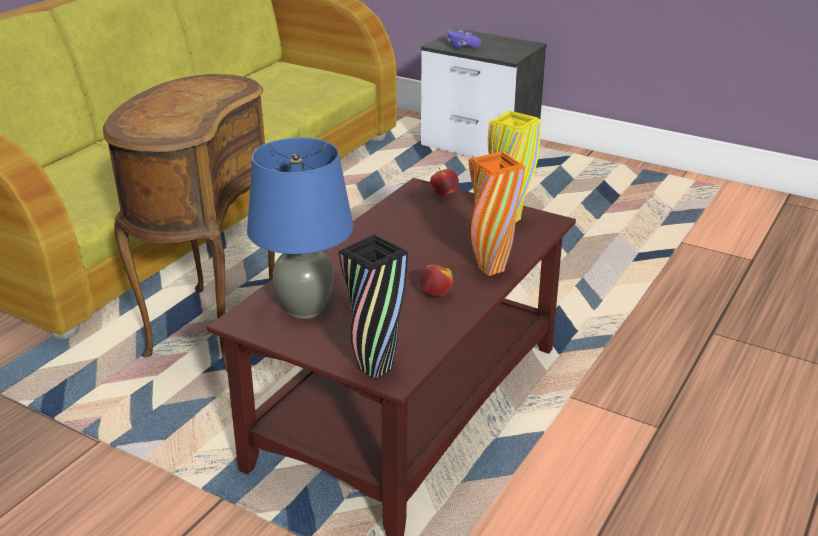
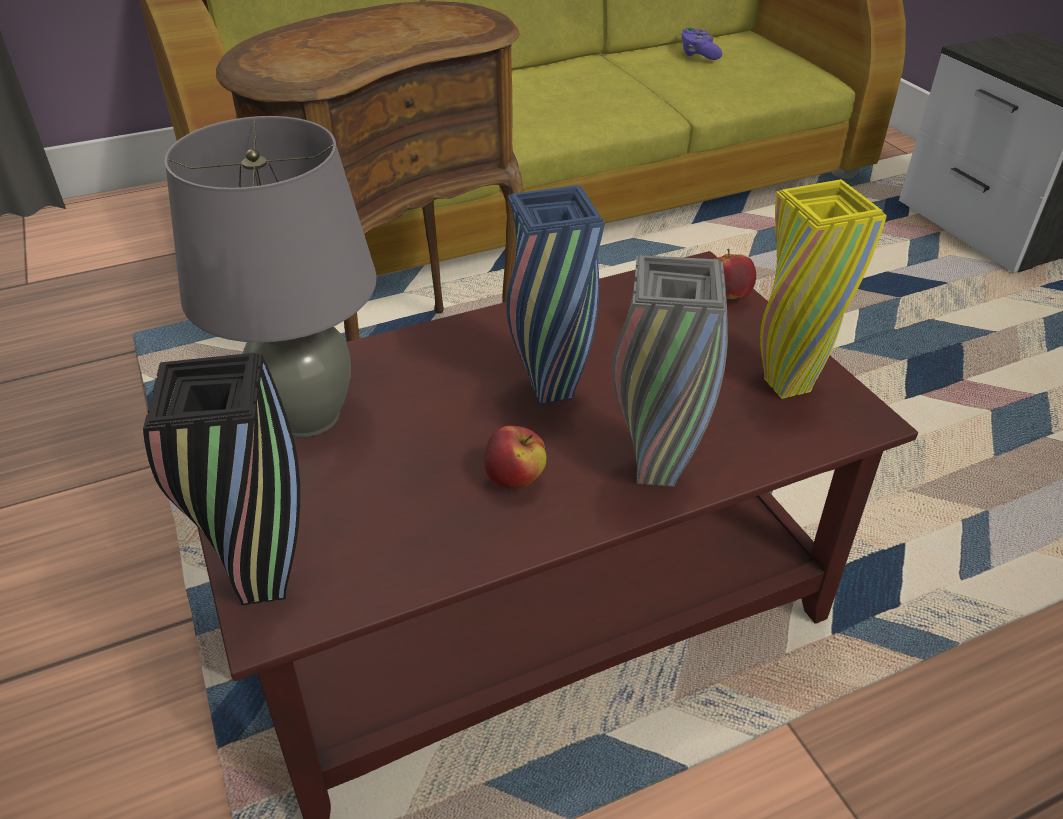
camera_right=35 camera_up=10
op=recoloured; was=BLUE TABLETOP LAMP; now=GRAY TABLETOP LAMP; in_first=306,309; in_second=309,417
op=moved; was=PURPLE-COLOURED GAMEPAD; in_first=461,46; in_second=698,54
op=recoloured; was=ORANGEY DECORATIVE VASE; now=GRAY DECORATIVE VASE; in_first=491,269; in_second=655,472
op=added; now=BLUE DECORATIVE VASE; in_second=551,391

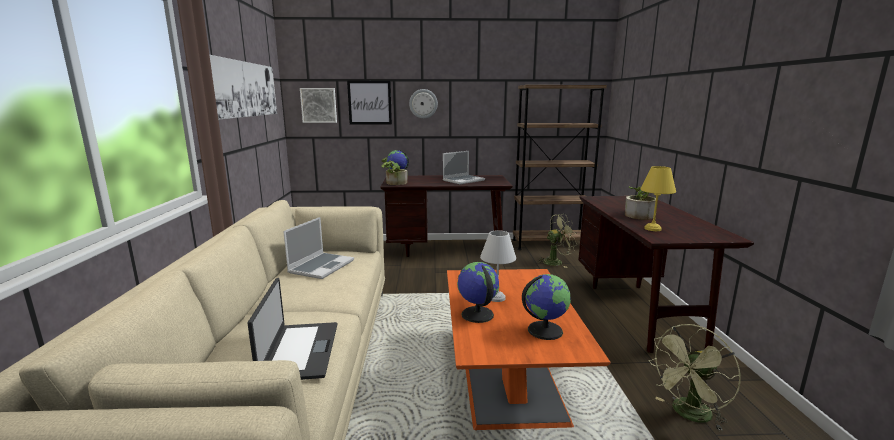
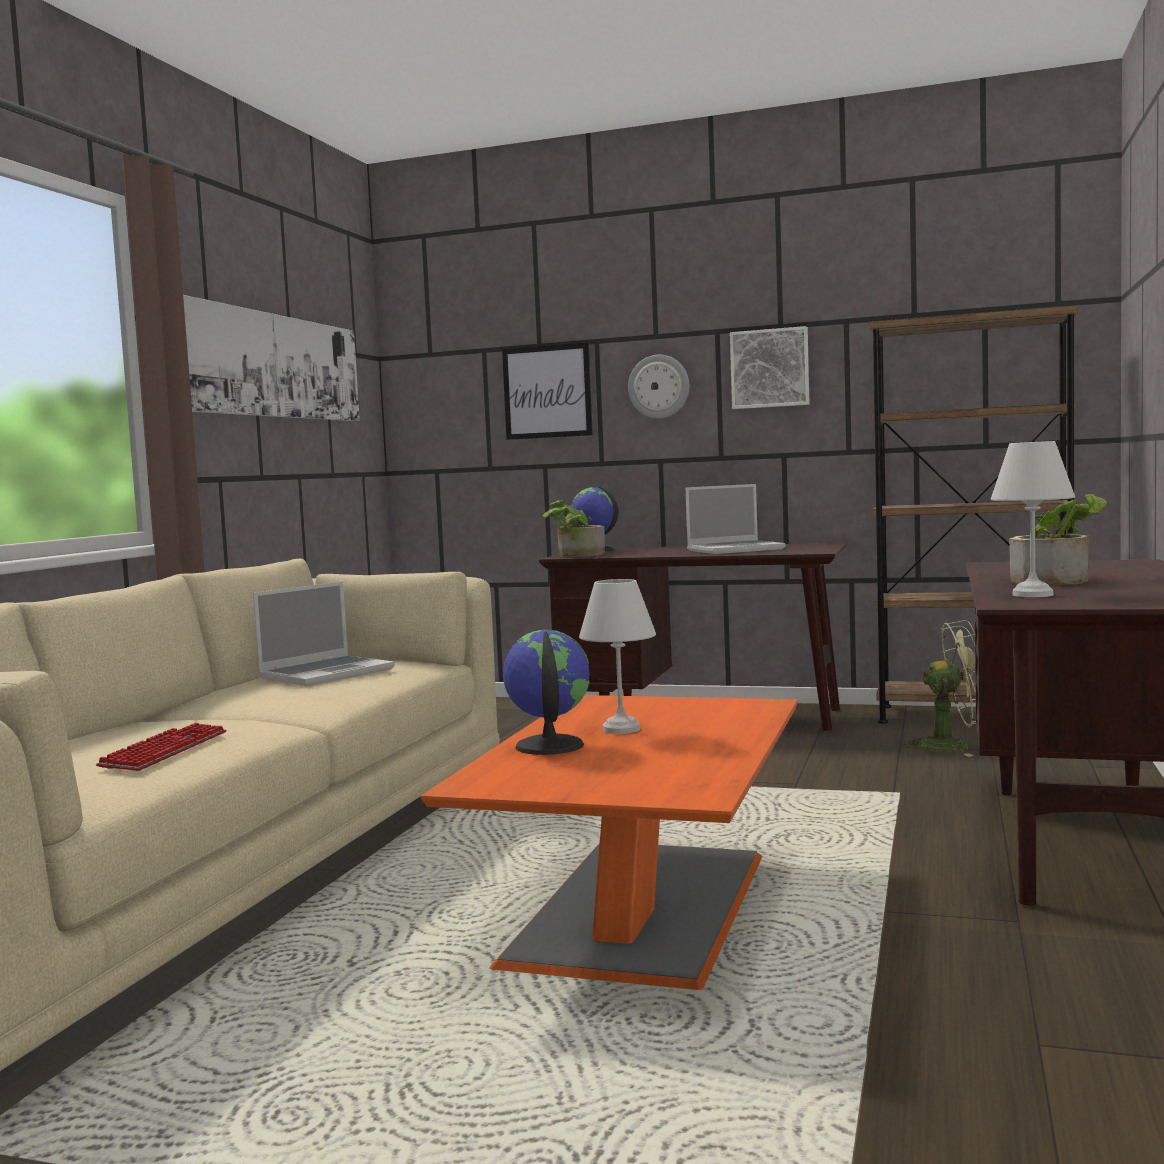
camera_right=20 camera_up=-10
op=replaced; was=LAPTOP; now=KEYBOARD; in_first=299,351; in_second=165,750
op=moved; was=WALL ART; in_first=319,105; in_second=770,368
op=removed; was=WORLD GLOBE; in_first=544,330
op=recoloured; was=YELLOWISH TABLETOP LAMP; now=WHITE TABLETOP LAMP; in_first=652,229; in_second=1030,595
op=removed; was=GREEN COOLING FAN; in_first=688,415

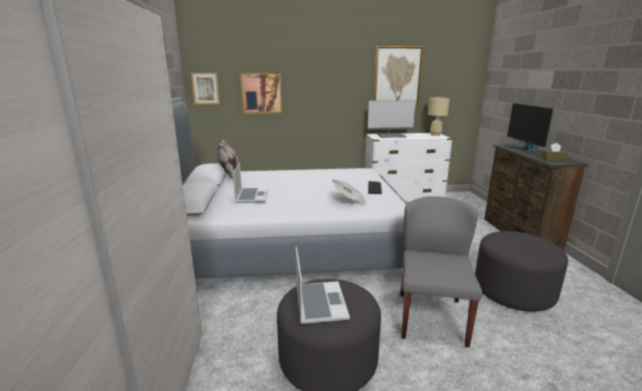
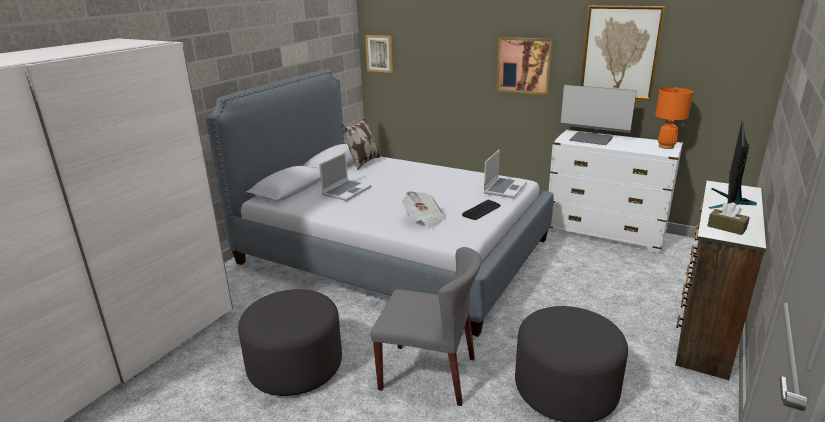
camera_right=35 camera_up=5
op=moved; was=WALL ART; in_first=261,93; in_second=524,65
op=moved; was=LAPTOP; in_first=319,303; in_second=504,188
op=turned; was=GRAY CHAIR; in_first=431,317; in_second=429,373; clockwise=60
op=recoloured; was=BEIGE TABLETOP LAMP; now=ORANGEY TABLETOP LAMP; in_first=435,135; in_second=666,146

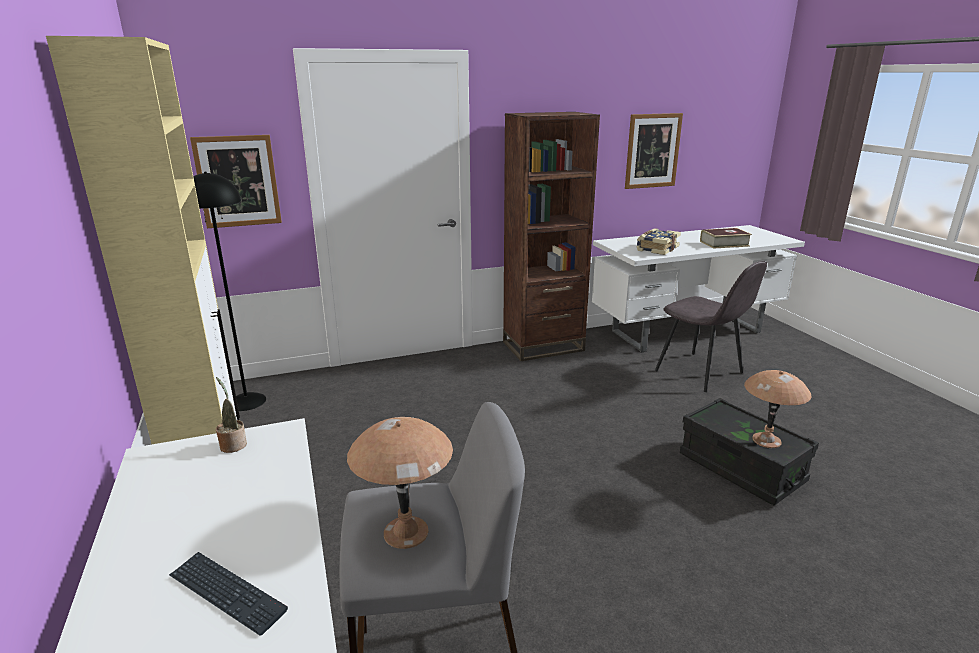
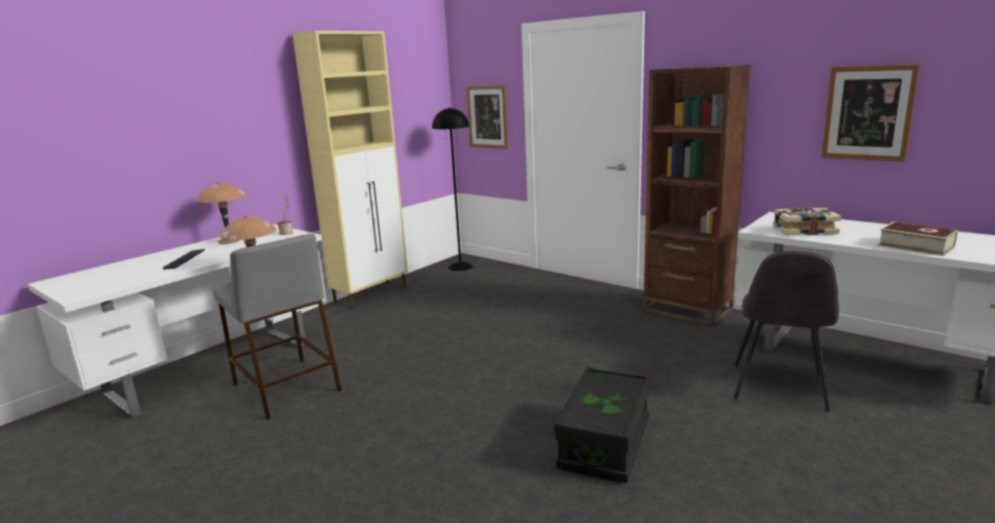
camera_right=60 camera_up=-5
op=moved; was=BROWNISH TABLETOP LAMP; in_first=767,441; in_second=229,241

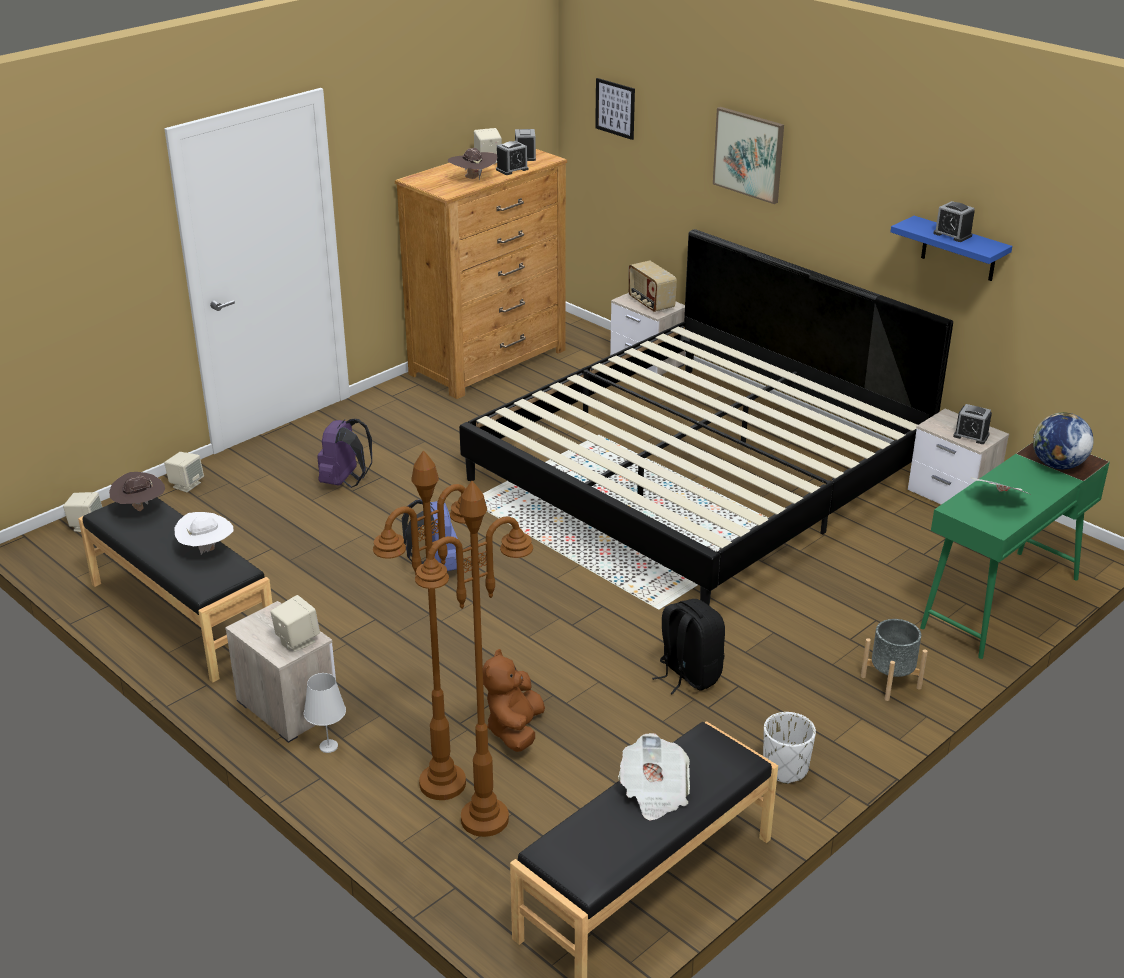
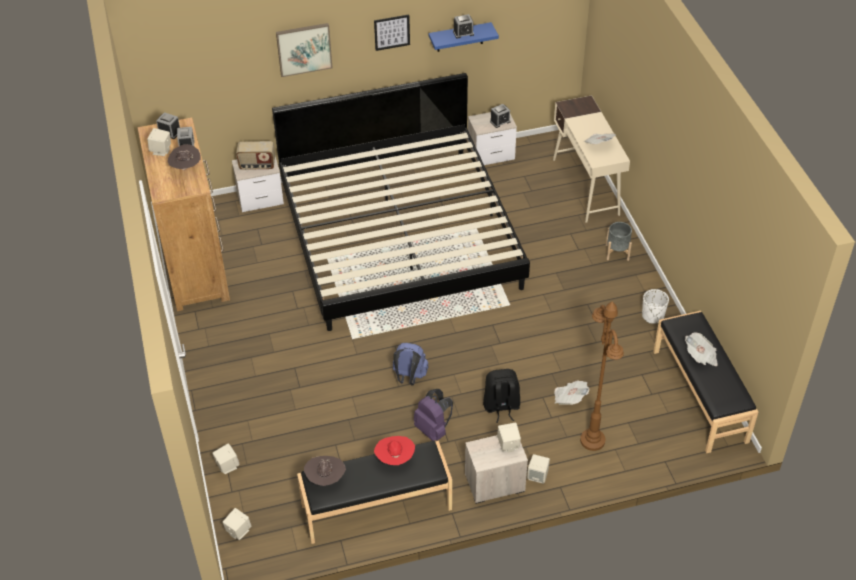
camera_right=-60 camera_up=15
op=recoloured; was=WHITE CLOTHING HAT; now=RED-COLOURED CLOTHING HAT; in_first=207,549; in_second=395,458
op=replaced; was=WHITE TABLETOP LAMP; now=BEIGE SPEAKER; in_first=328,746; in_second=538,476
op=moved; was=PURPLE-COLOURED RUCKSACK; in_first=345,482; in_second=433,429
op=removed; was=BROWNISH FLOOR LAMP; in_first=484,819
op=replaced; was=BROWNISH SOFT TOY; now=DAILY PAPER; in_first=515,730; in_second=569,398
op=moved; was=WALL ART; in_first=615,108; in_second=392,32
op=moved; was=BLACK RUCKSACK; in_first=688,675; in_second=501,407
op=recoloured; was=GREEN DESK TABLE; now=BEIGE DESK TABLE; in_first=1000,603; in_second=586,187
op=removed; was=WORLD GLOBE; in_first=1057,465

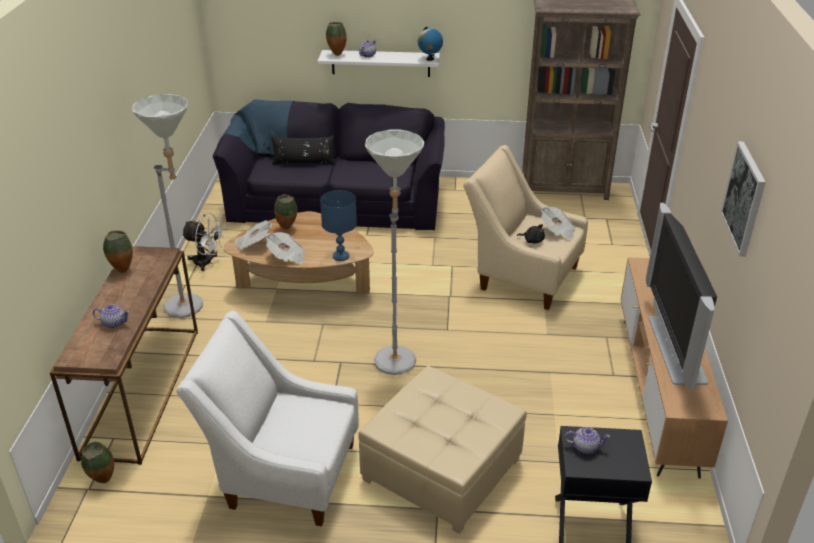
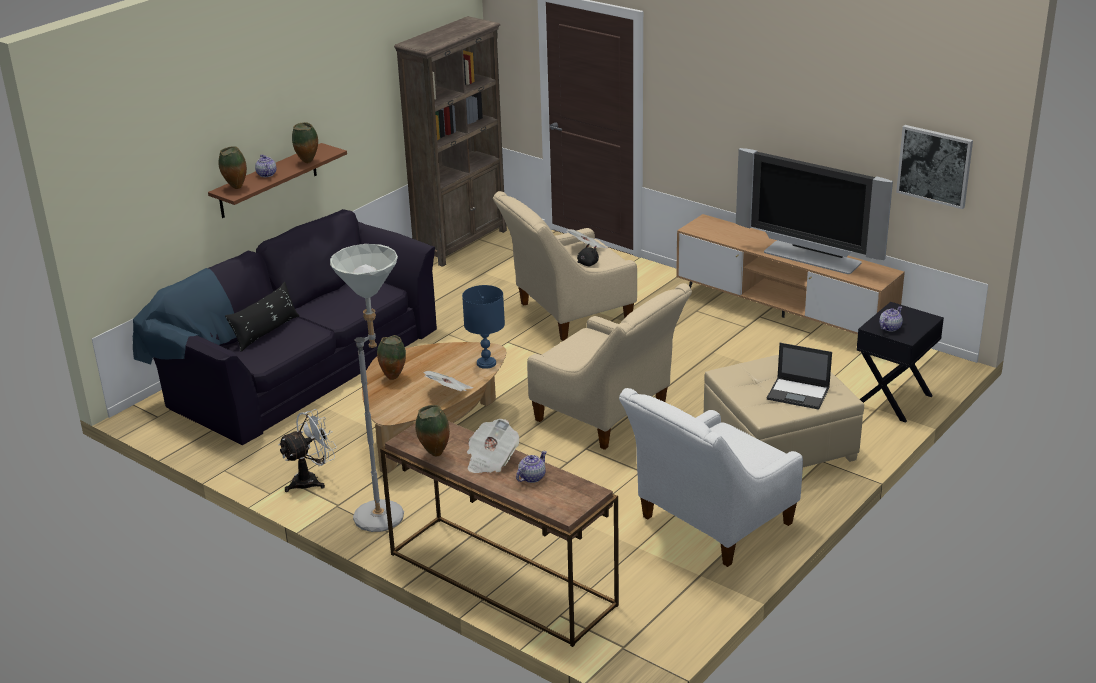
camera_right=-55 camera_up=-5
op=moved; was=DECORATIVE VASE; in_first=103,481; in_second=308,162
op=moved; was=DAILY PAPER; in_first=253,244; in_second=491,460
op=recoloured; was=WHITE WALL SHELF; now=BROWNISH WALL SHELF; in_first=380,63; in_second=268,181
op=replaced; was=GRAY FLOOR LAMP; now=BEIGE ARMCHAIR; in_first=396,355; in_second=608,416
op=removed; was=WORLD GLOBE; in_first=429,59
op=moved; was=WALL ART; in_first=744,198; in_second=934,166
op=added; now=LAPTOP; in_second=799,394

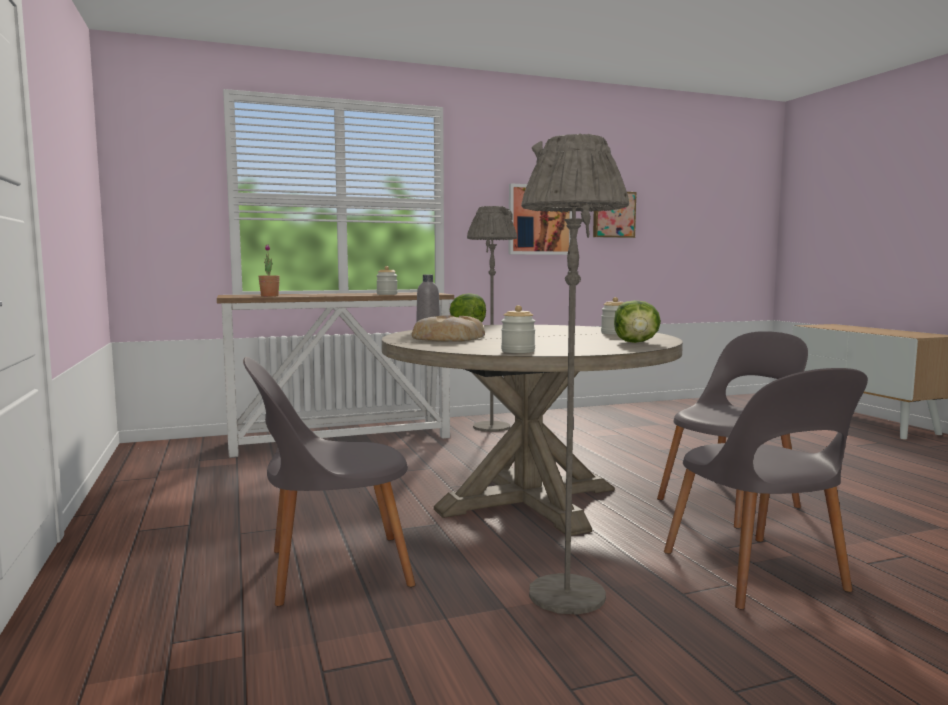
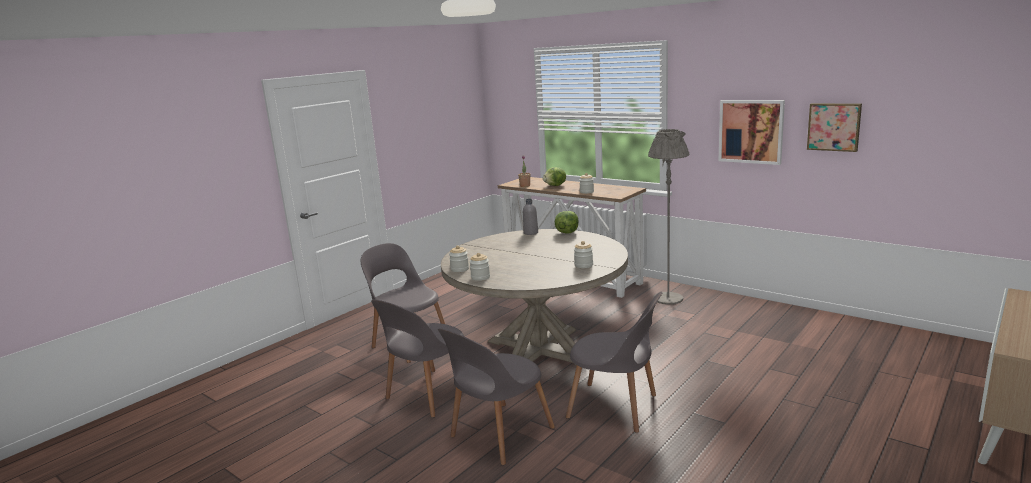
camera_right=60 camera_up=10
op=removed; was=BAKERY BREAD; in_first=447,338
op=replaced; was=GRAY FLOOR LAMP; now=GRAY CHAIR; in_first=566,595; in_second=429,394
op=moved; was=LETTUCE HEAD; in_first=636,343; in_second=555,186
op=added; now=STORAGE JAR; in_second=480,277

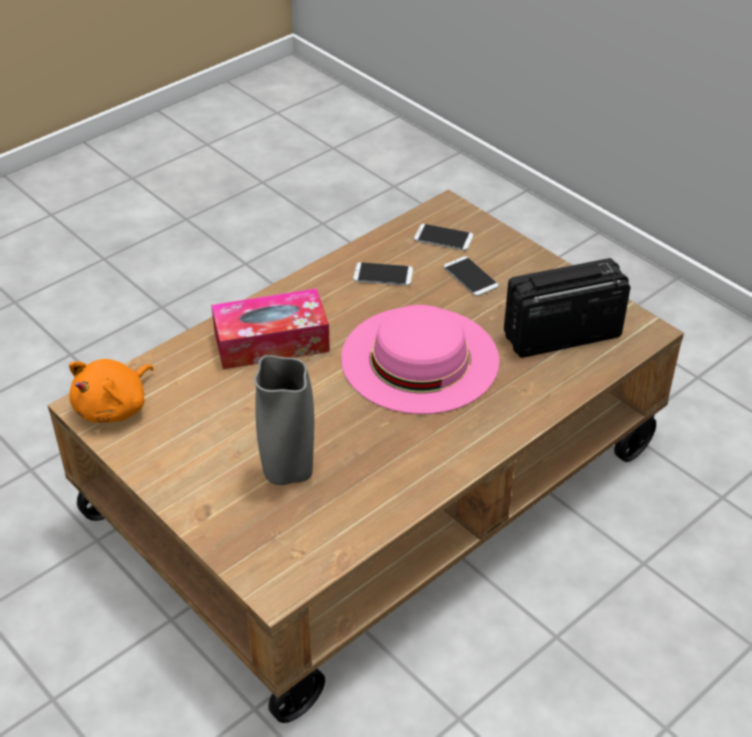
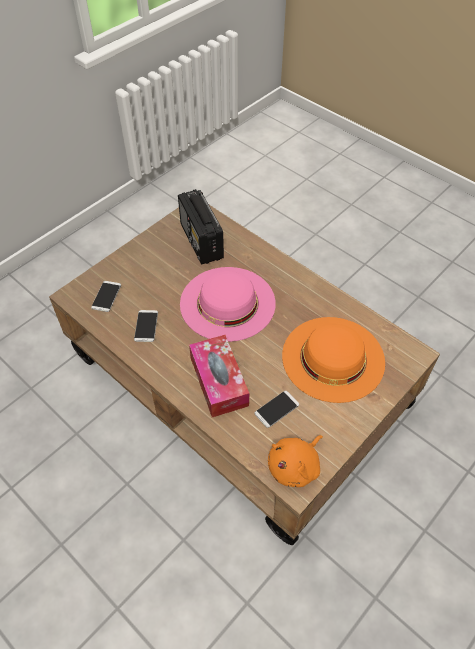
camera_right=-95 camera_up=10
op=turned; was=ORANGEY SOFT TOY; in_first=114,407; in_second=295,466; clockwise=105
op=replaced; was=GRAY DECORATIVE VASE; now=ORANGEY CLOTHING HAT; in_first=288,473; in_second=333,358
op=moved; was=PHONE; in_first=470,277; in_second=276,409

